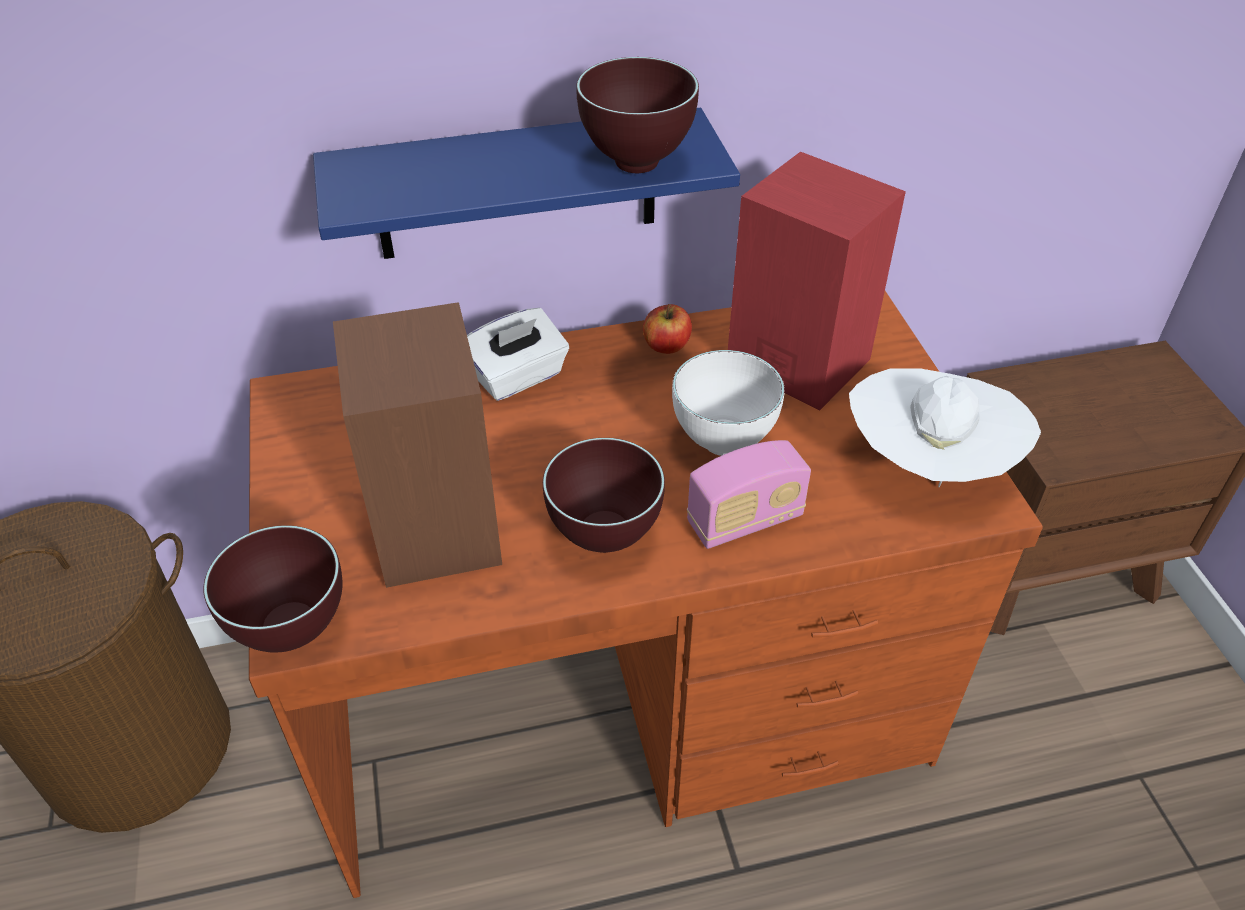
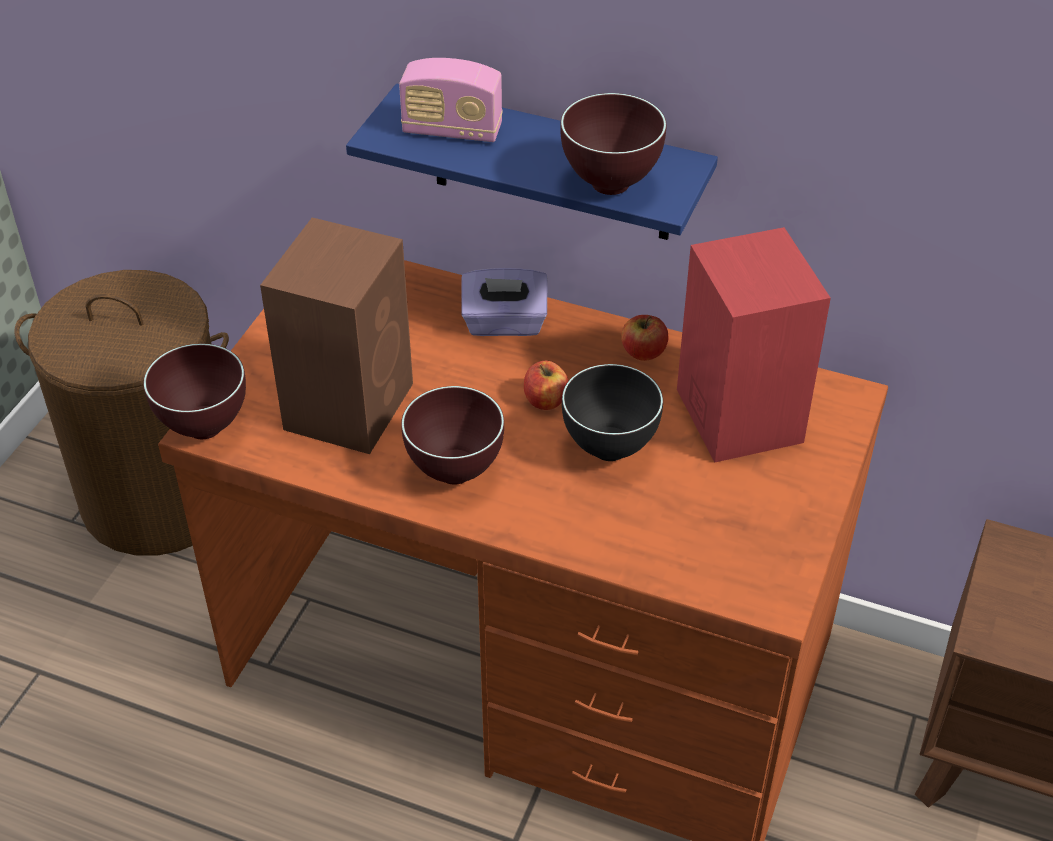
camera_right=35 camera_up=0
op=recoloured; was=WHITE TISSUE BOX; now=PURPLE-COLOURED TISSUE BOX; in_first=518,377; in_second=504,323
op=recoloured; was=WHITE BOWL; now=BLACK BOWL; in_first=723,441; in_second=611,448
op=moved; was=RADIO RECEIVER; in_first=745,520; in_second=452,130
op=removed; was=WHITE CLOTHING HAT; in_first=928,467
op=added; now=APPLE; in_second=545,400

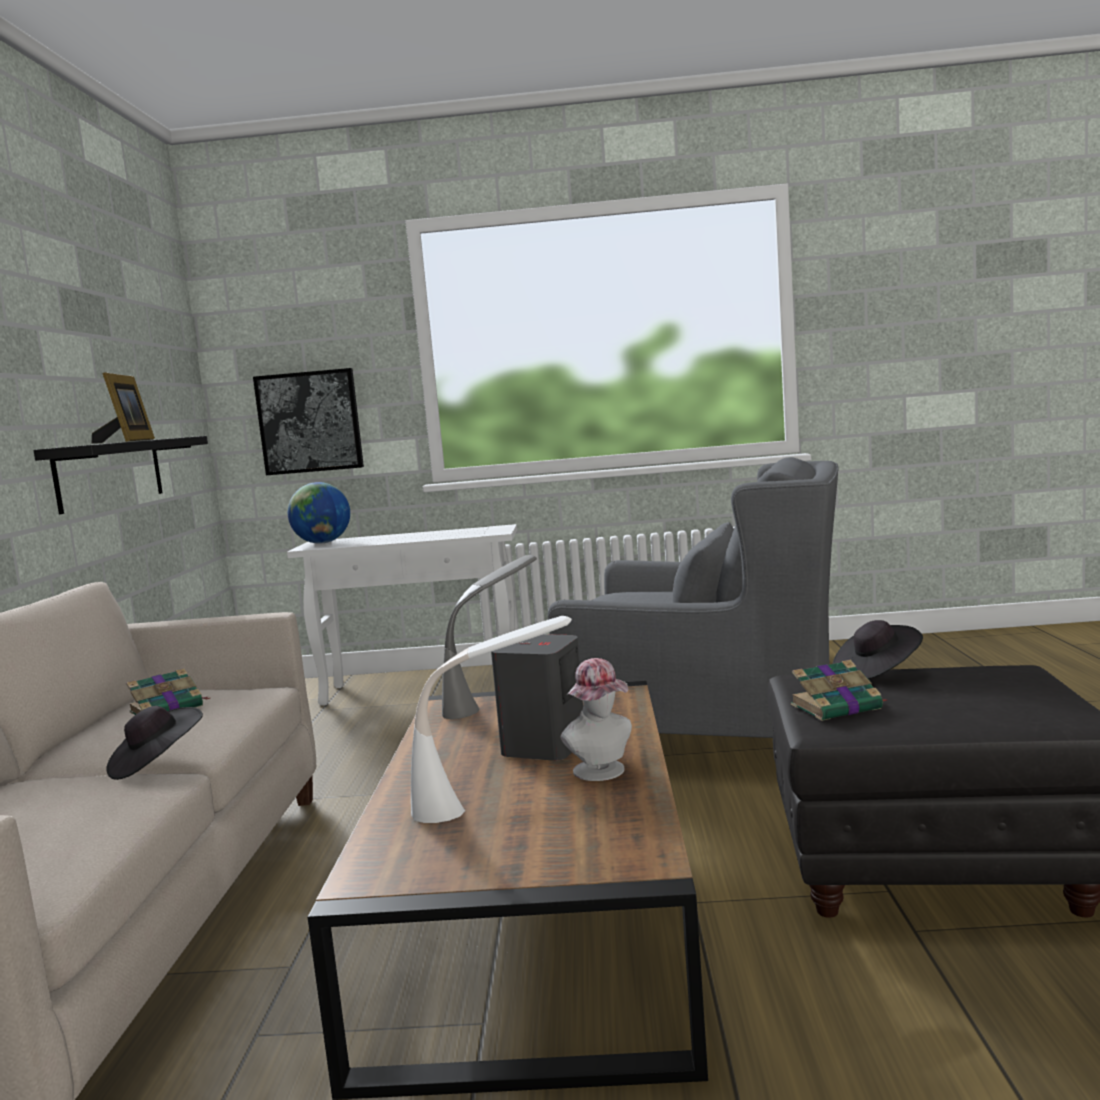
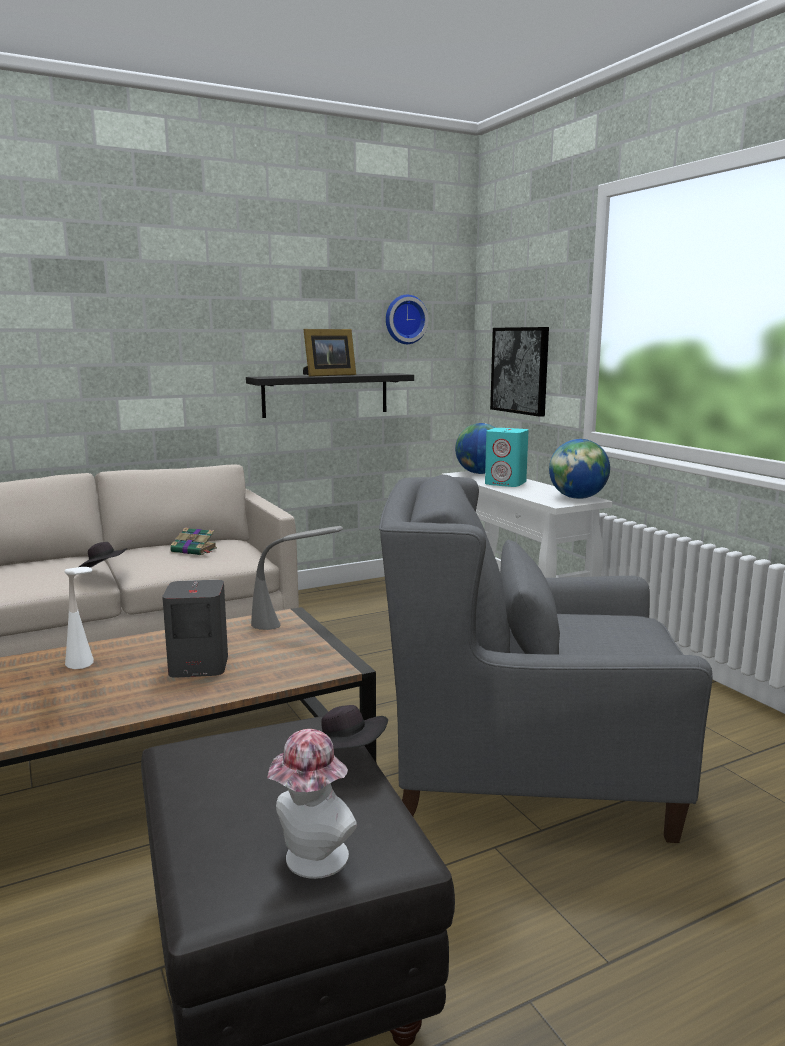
camera_right=60 camera_up=5
op=turned; was=GRAY ARMCHAIR; in_first=709,735; in_second=526,770; clockwise=105
op=moved; was=CLOTHING HAT; in_first=603,772; in_second=311,862
op=removed; was=BOOK; in_first=838,707
op=added; now=HANGING CLOCK; in_second=405,319
op=added; now=TURQUOISE-COLOURED SPEAKER; in_second=506,483
op=added; now=WORLD GLOBE; in_second=577,498

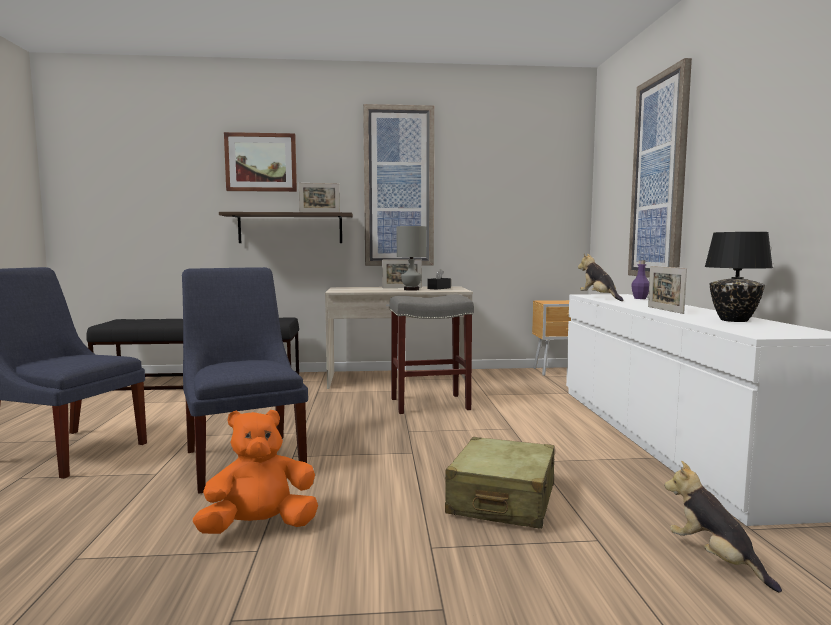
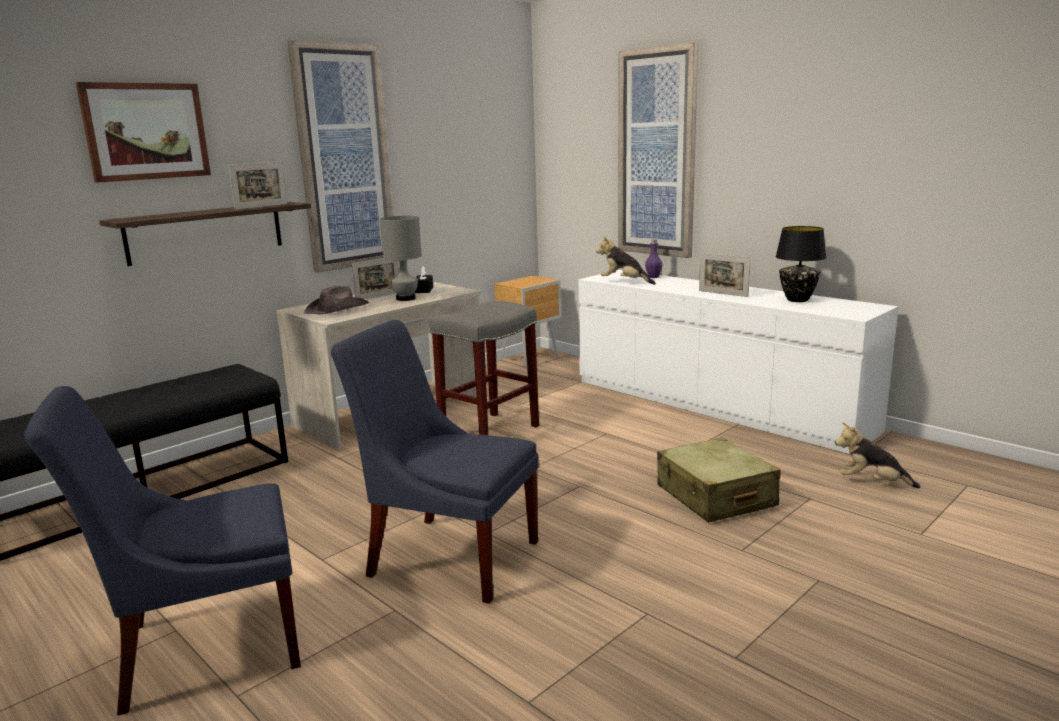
camera_right=-40 camera_up=10
op=removed; was=ORANGEY SOFT TOY; in_first=260,527
op=added; now=BROWNISH CLOTHING HAT; in_second=338,309

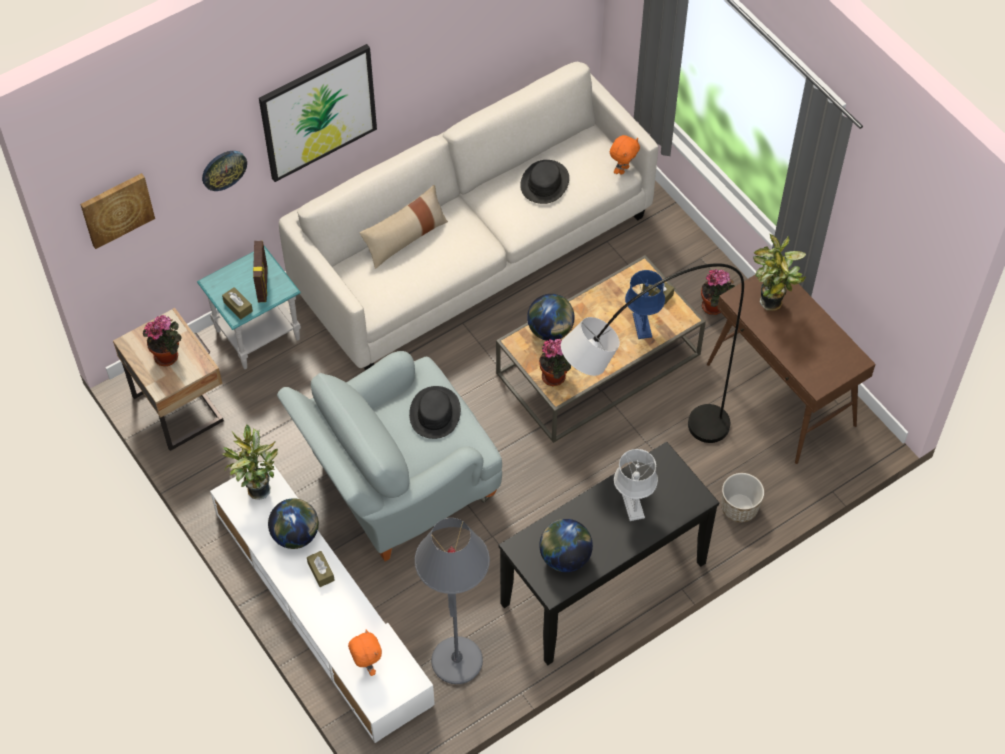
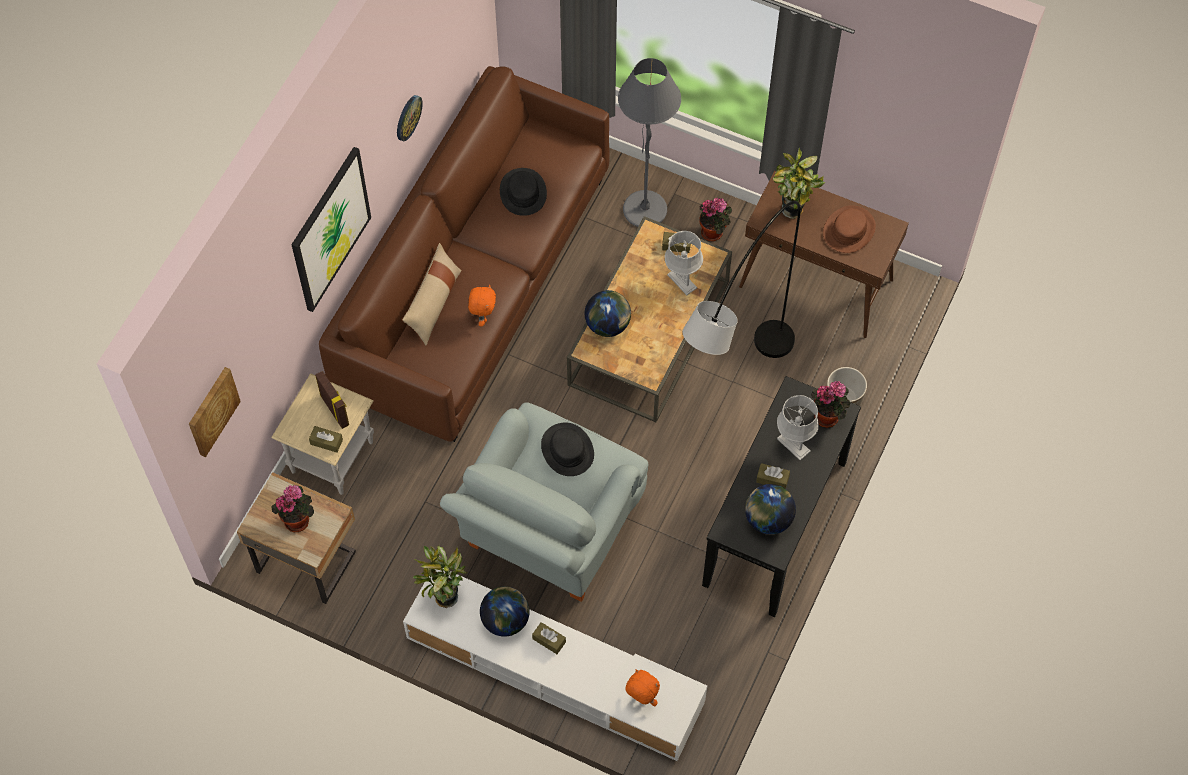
camera_right=-30 camera_up=5
op=recoloured; was=TURQUOISE-COLOURED ACCENT TABLE; now=BEIGE ACCENT TABLE; in_first=258,334; in_second=332,456
op=moved; was=HANGING CLOCK; in_first=223,169; in_second=408,117
op=recoloured; was=WHITE SETTEE; now=BROWNISH SETTEE; in_first=472,251; in_second=473,283
op=moved; was=GRAY FLOOR LAMP; in_first=457,661; in_second=645,210
op=moved; was=POTTED PLANT; in_first=556,377; in_second=828,416
op=moved; was=ORANGEY SOFT TOY; in_first=623,169; in_second=483,317
op=recoloured; was=BLUE TABLETOP LAMP; now=GRAY TABLETOP LAMP; in_first=642,325; in_second=682,281
op=added; now=BROWNISH TISSUE BOX; in_second=772,479
op=added; now=BROWNISH CLOTHING HAT; in_second=848,230

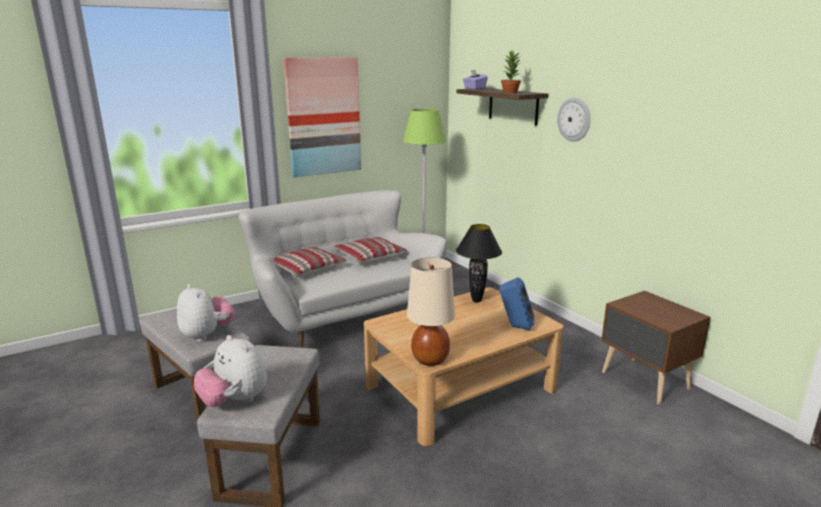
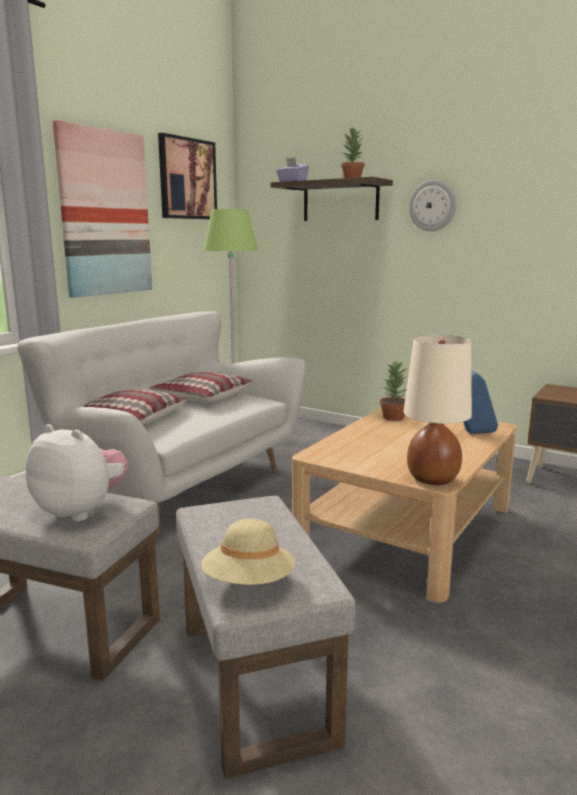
camera_right=-25 camera_up=-5
op=replaced; was=SOFT TOY; now=BEIGE CLOTHING HAT; in_first=235,401; in_second=249,583
op=replaced; was=BLACK TABLETOP LAMP; now=POTTED PLANT; in_first=476,300; in_second=393,417
op=added; now=WALL ART; in_second=187,179

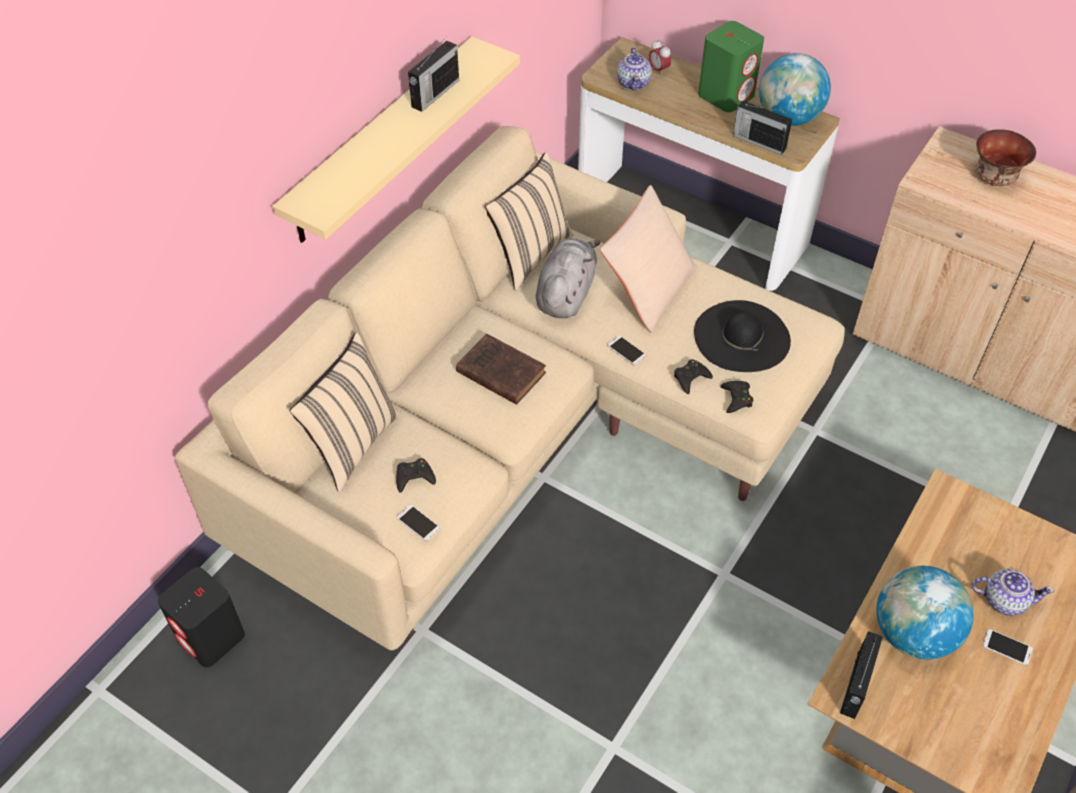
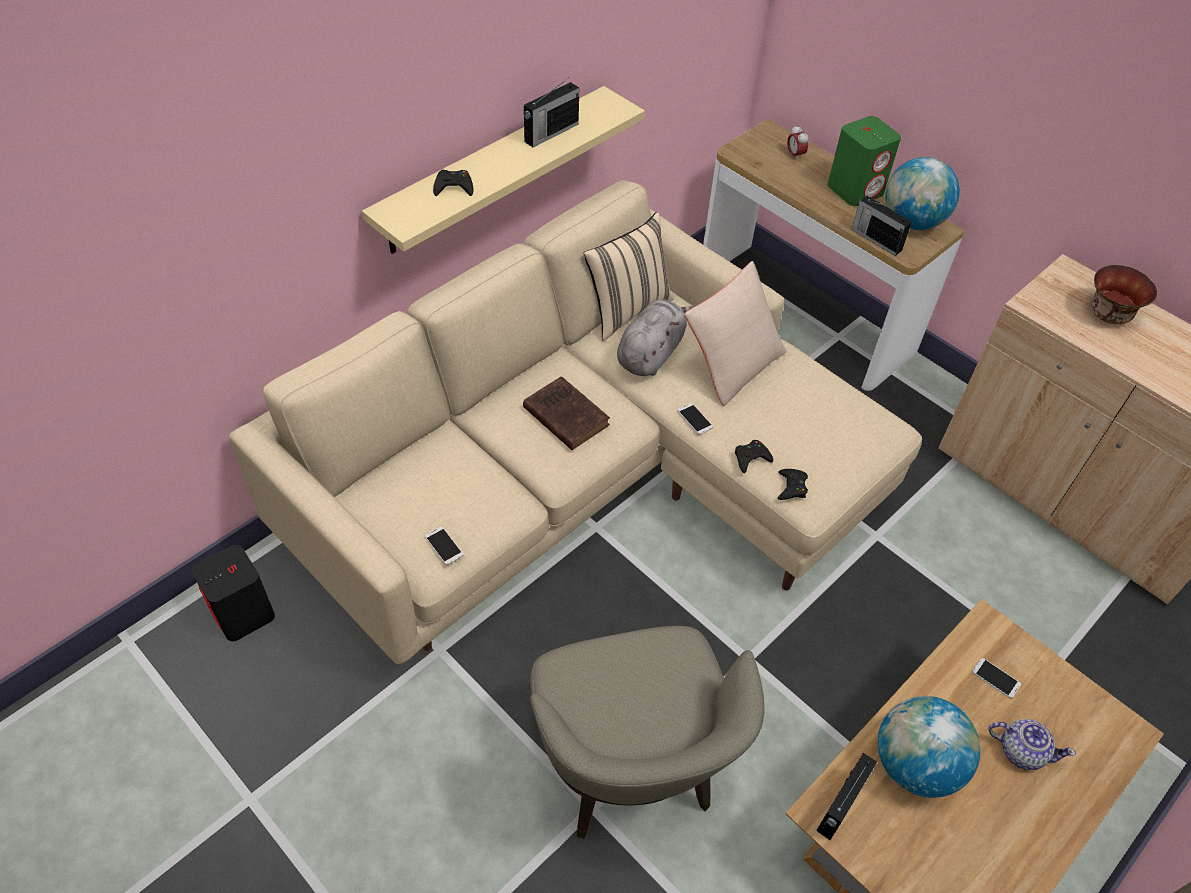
camera_right=10 camera_up=0
op=removed; was=BEIGE PILLOW; in_first=352,444
op=moved; was=BLACK GAMEPAD; in_first=414,477; in_second=454,187
op=removed; was=POT FOR TEA; in_first=634,83
op=removed; was=BLACK CLOTHING HAT; in_first=741,336
op=moved; was=PHONE; in_first=1007,647; in_second=996,678
op=added; now=BEIGE ARMCHAIR; in_second=630,768

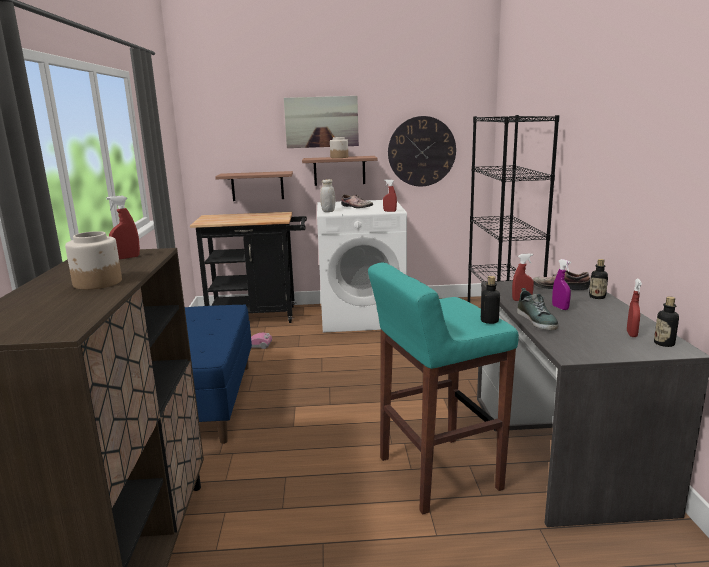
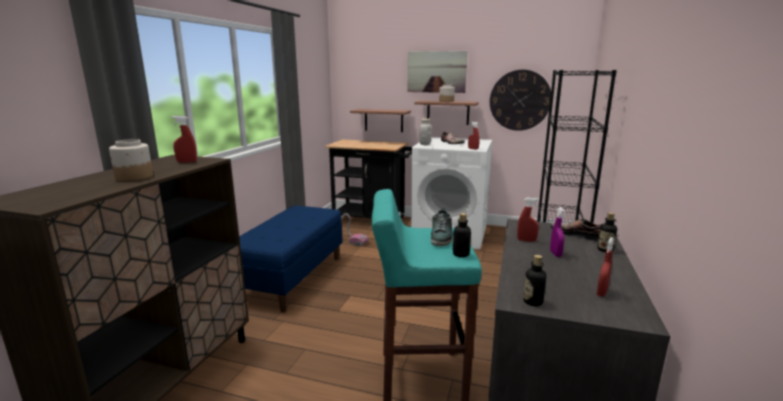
camera_right=20 camera_up=0
op=moved; was=ITEM OF FOOTWEAR; in_first=537,320; in_second=441,237
op=moved; was=DRINK BOTTLE; in_first=664,343; in_second=533,302

